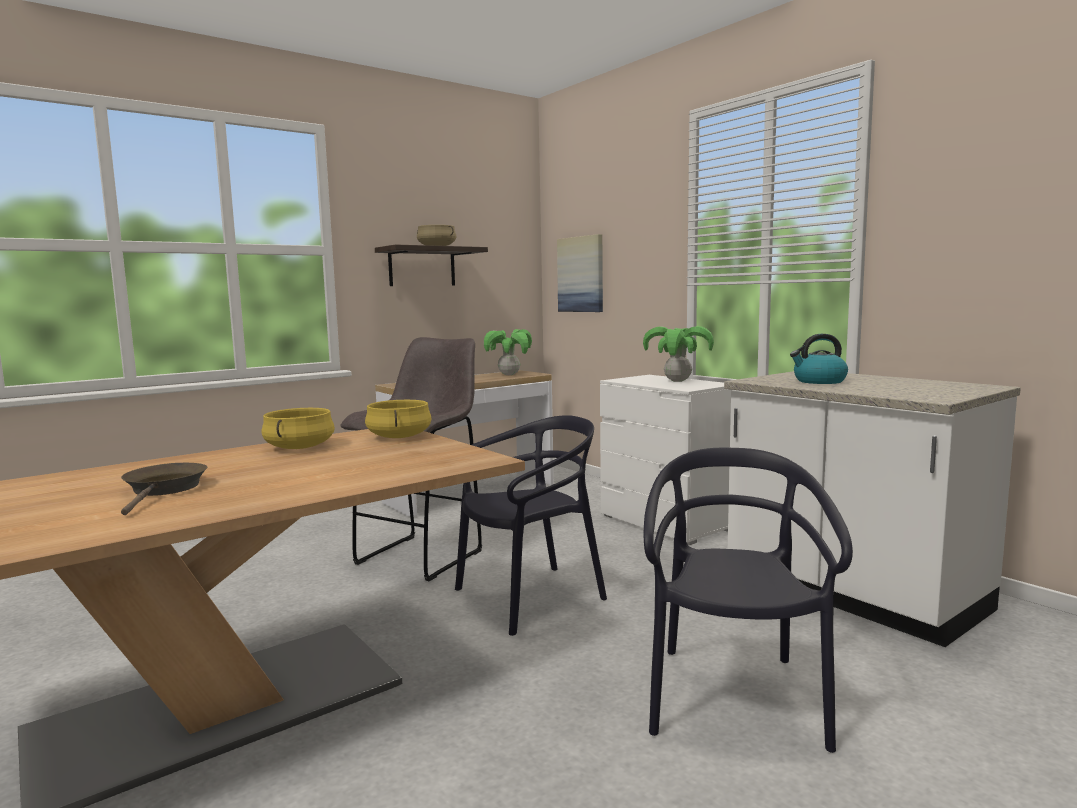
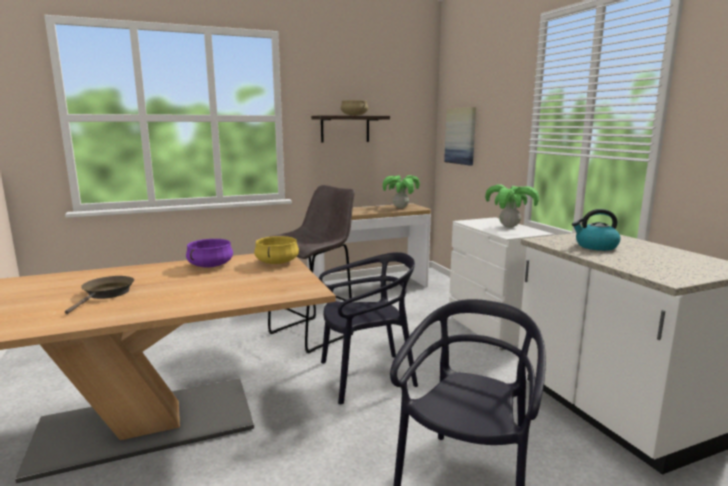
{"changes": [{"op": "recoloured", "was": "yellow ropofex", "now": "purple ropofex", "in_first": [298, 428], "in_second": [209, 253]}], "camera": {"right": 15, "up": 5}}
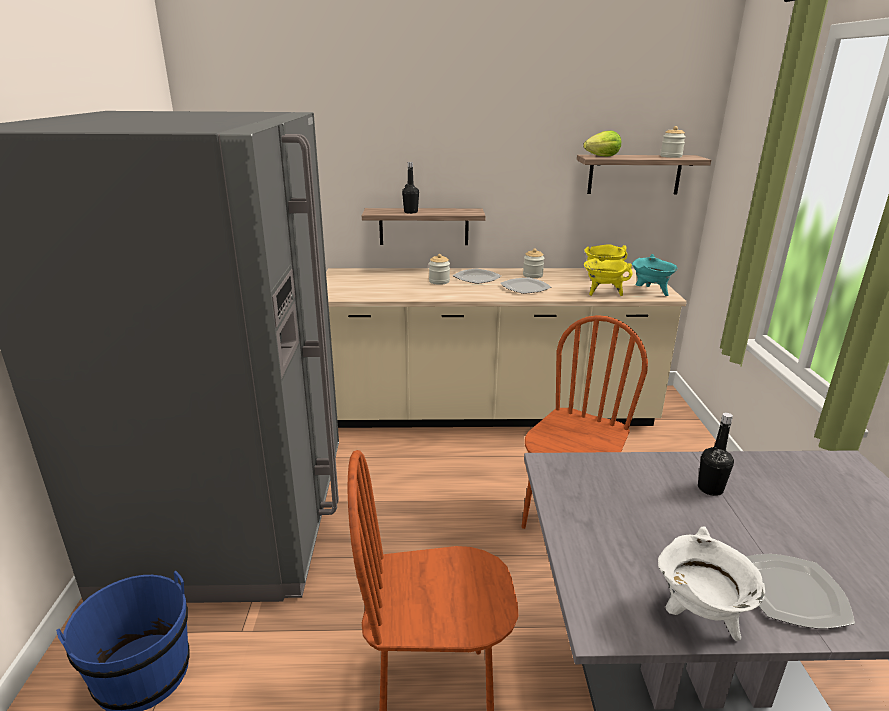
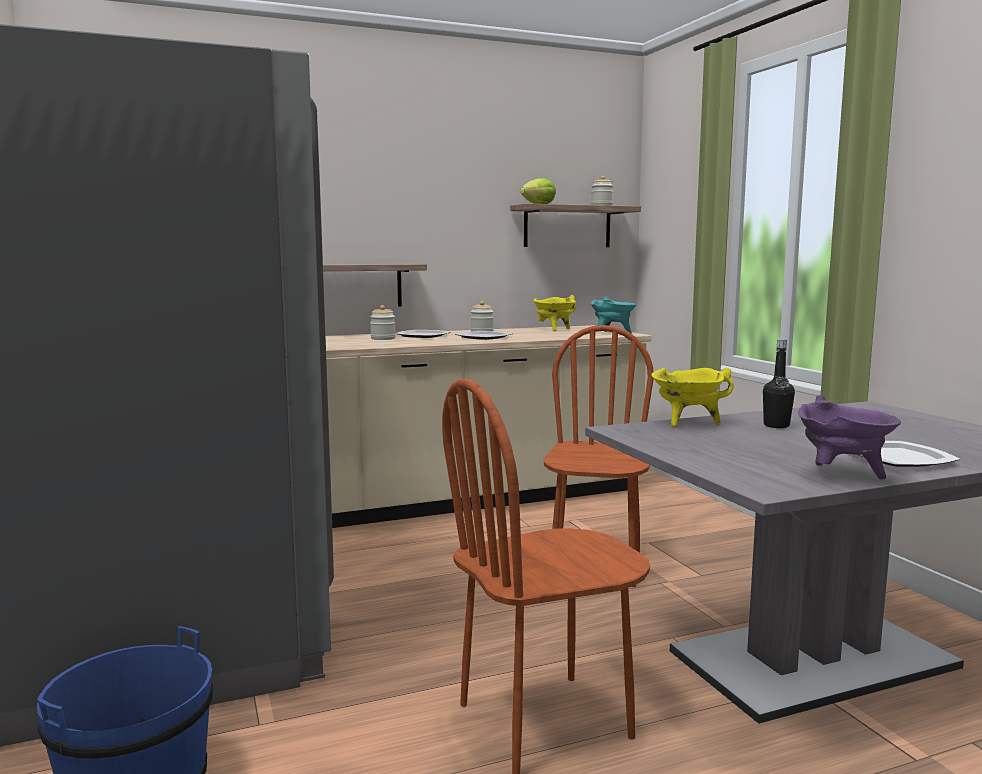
{"changes": [{"op": "moved", "was": "yellow ropofex", "in_first": [608, 277], "in_second": [692, 397]}, {"op": "recoloured", "was": "white ropofex", "now": "purple ropofex", "in_first": [711, 583], "in_second": [849, 437]}, {"op": "removed", "was": "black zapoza", "in_first": [410, 188]}], "camera": {"right": -20, "up": -15}}
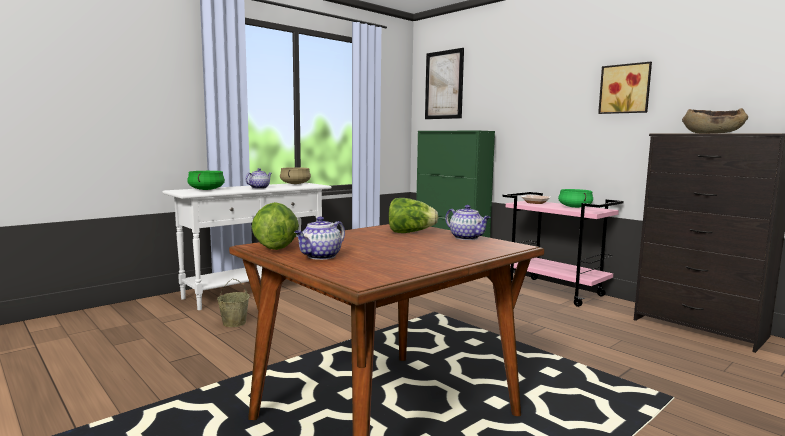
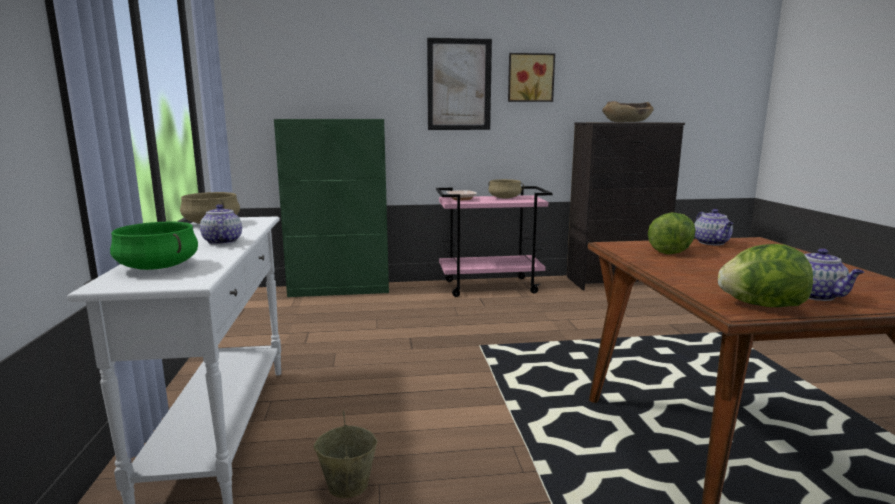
{"changes": [{"op": "moved", "was": "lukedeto", "in_first": [444, 83], "in_second": [459, 84]}, {"op": "recoloured", "was": "green ropofex", "now": "beige ropofex", "in_first": [575, 198], "in_second": [506, 189]}, {"op": "turned", "was": "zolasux", "in_first": [468, 222], "in_second": [713, 227], "clockwise": 90}], "camera": {"right": -55, "up": 5}}
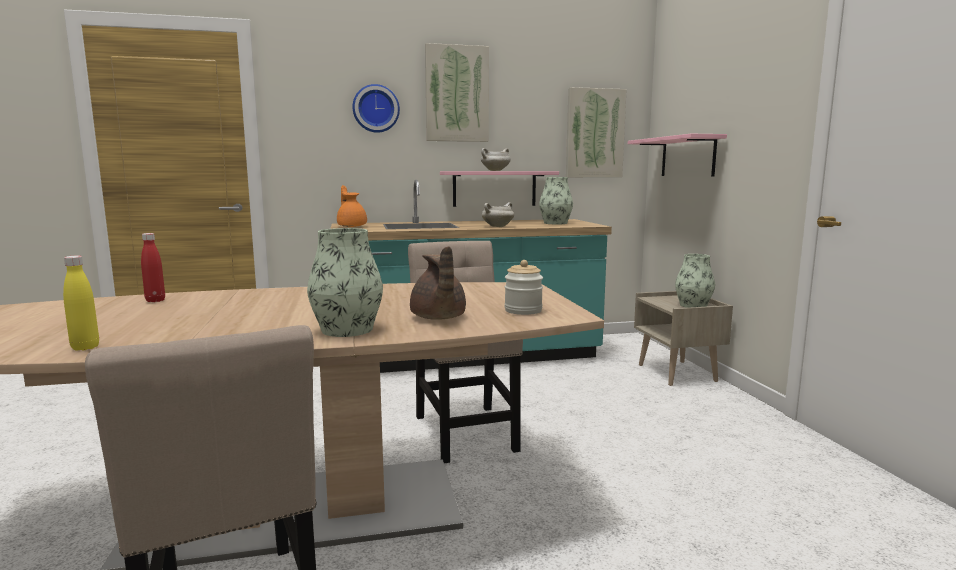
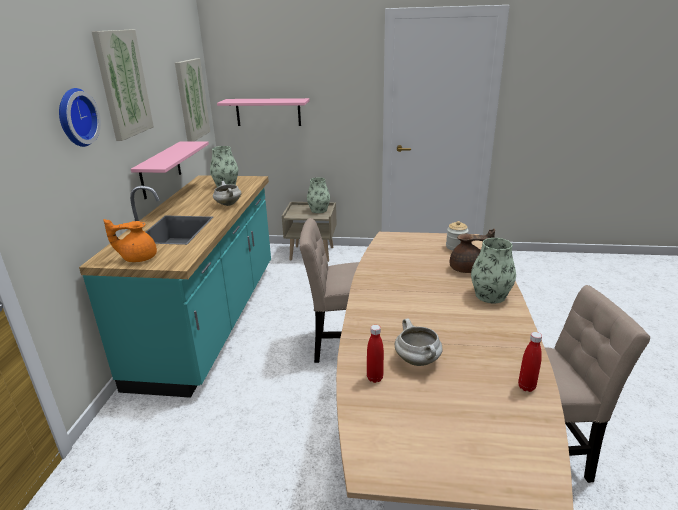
{"changes": [{"op": "moved", "was": "white ropofex", "in_first": [496, 159], "in_second": [419, 342]}, {"op": "recoloured", "was": "yellow zapoza", "now": "red zapoza", "in_first": [81, 303], "in_second": [530, 362]}], "camera": {"right": -70, "up": 15}}
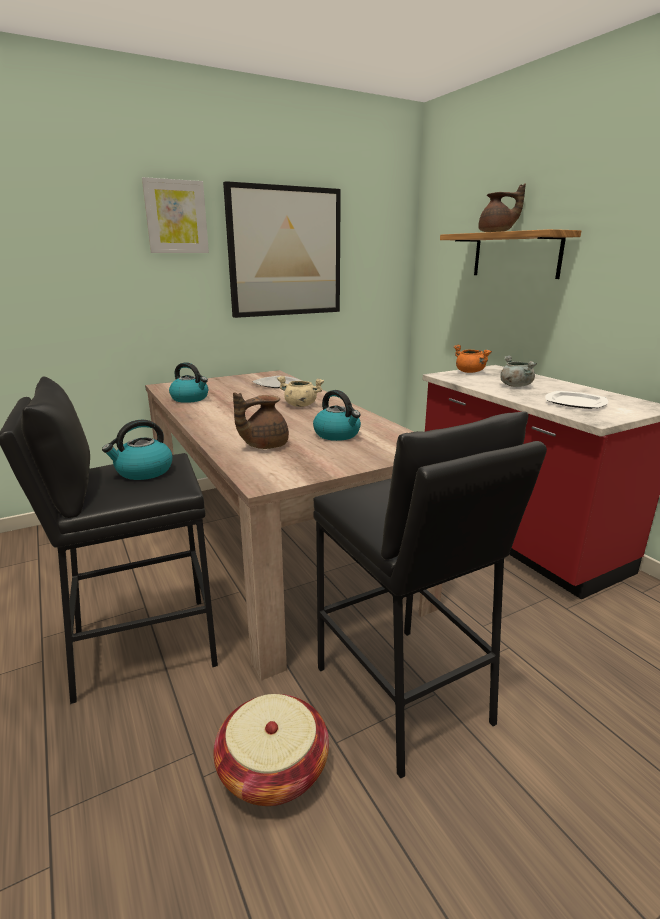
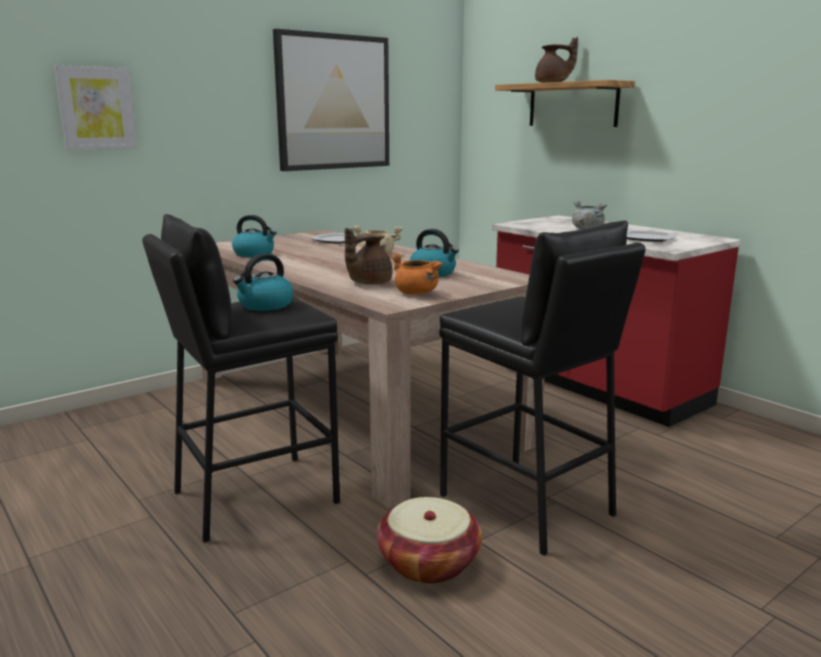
{"changes": [{"op": "moved", "was": "lukedeto", "in_first": [175, 215], "in_second": [95, 107]}, {"op": "moved", "was": "orange ropofex", "in_first": [472, 359], "in_second": [416, 274]}], "camera": {"right": -10, "up": -5}}
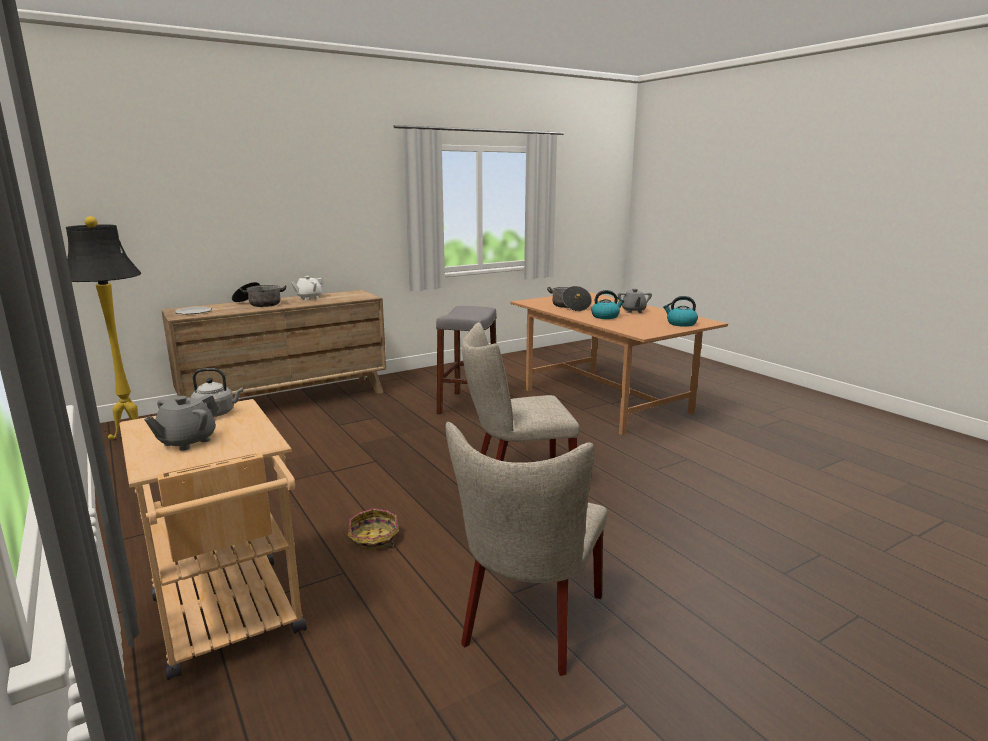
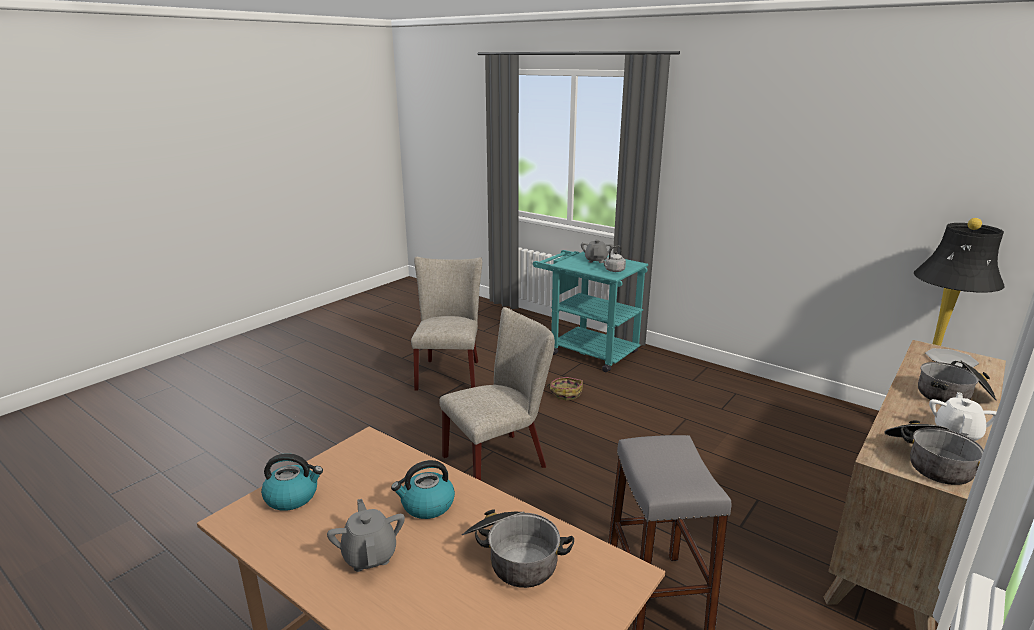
{"changes": [{"op": "recoloured", "was": "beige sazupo", "now": "turquoise sazupo", "in_first": [213, 539], "in_second": [590, 311]}, {"op": "added", "now": "ropofex", "in_second": [934, 452]}], "camera": {"right": 160, "up": 5}}
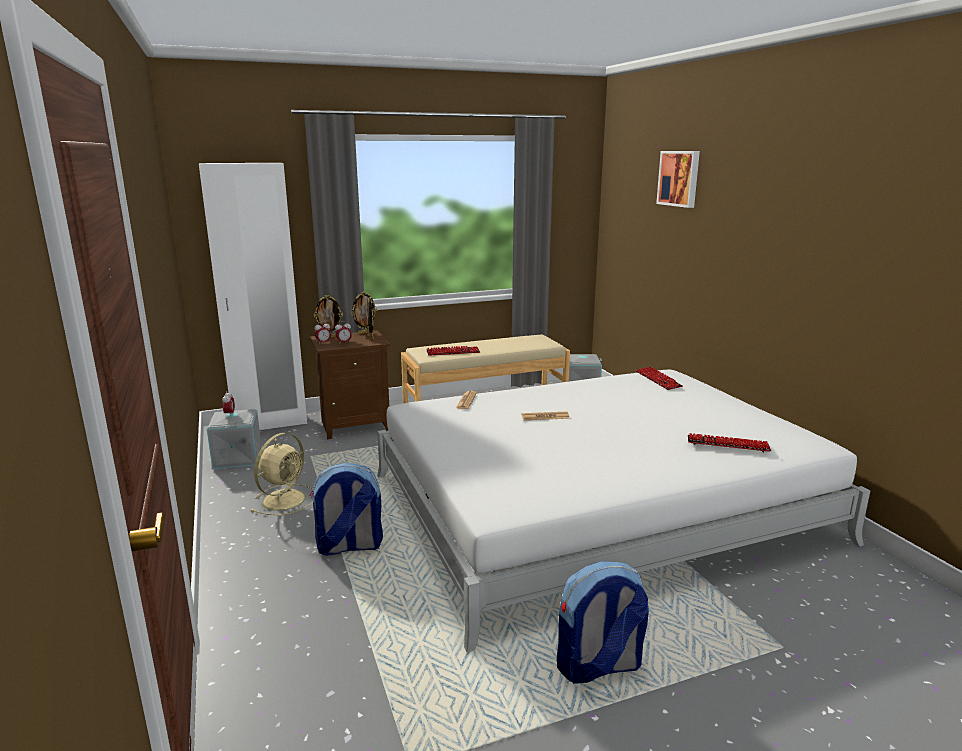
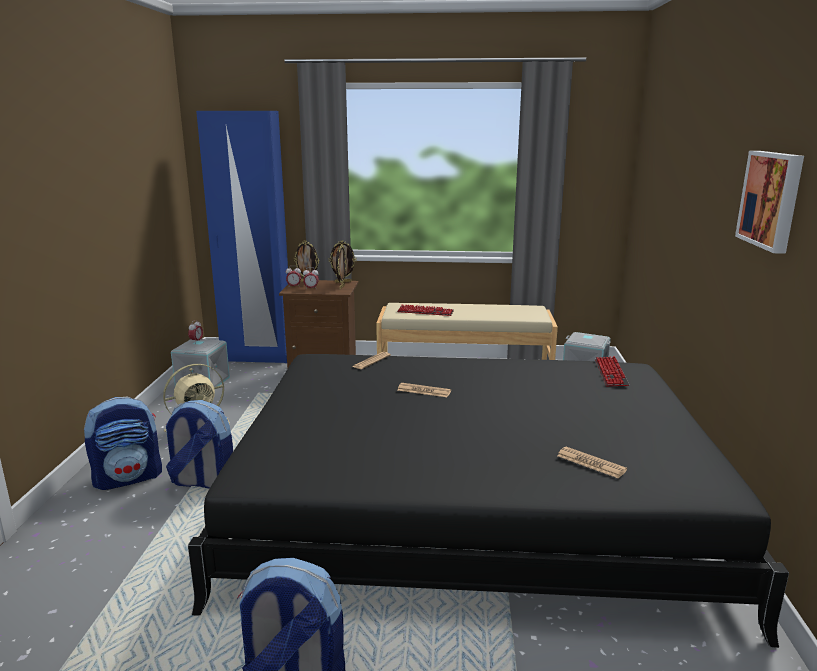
{"changes": [{"op": "added", "now": "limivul", "in_second": [123, 443]}, {"op": "recoloured", "was": "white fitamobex", "now": "black fitamobex", "in_first": [623, 511], "in_second": [488, 501]}, {"op": "recoloured", "was": "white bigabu", "now": "blue bigabu", "in_first": [253, 296], "in_second": [242, 237]}, {"op": "replaced", "was": "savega", "now": "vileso", "in_first": [729, 442], "in_second": [592, 463]}, {"op": "moved", "was": "lukedeto", "in_first": [678, 179], "in_second": [769, 202]}], "camera": {"right": 25, "up": 0}}
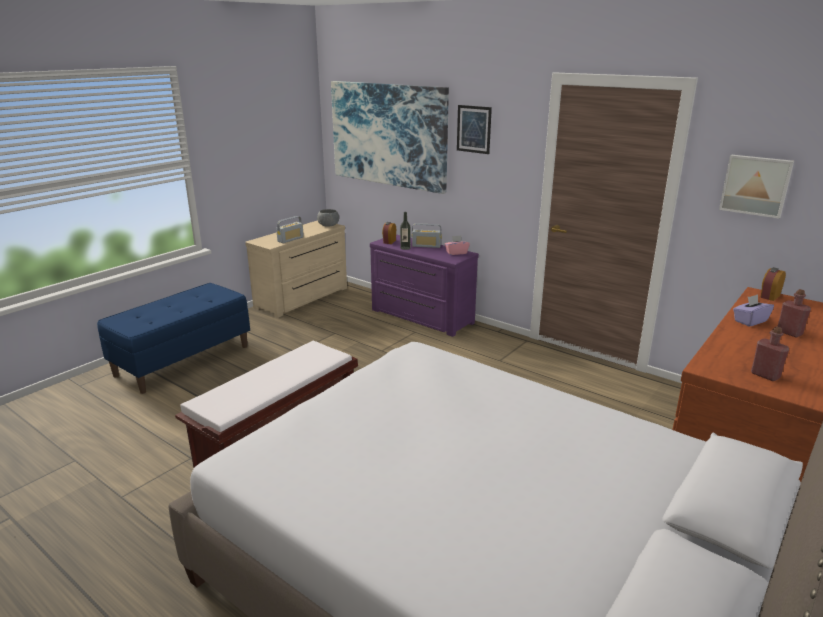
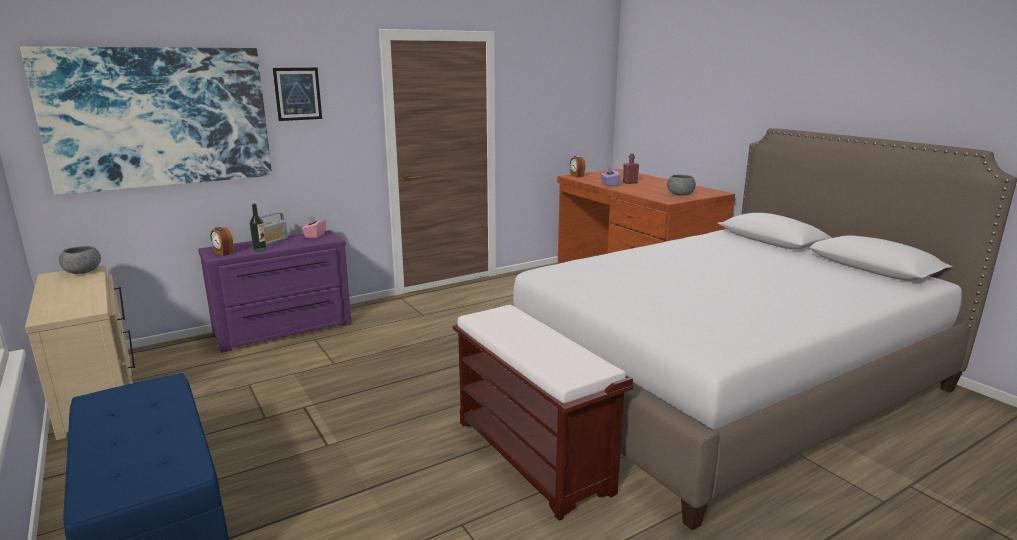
{"changes": [{"op": "replaced", "was": "red zapoza", "now": "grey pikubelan", "in_first": [770, 353], "in_second": [681, 184]}, {"op": "removed", "was": "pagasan", "in_first": [290, 229]}, {"op": "removed", "was": "lukedeto", "in_first": [756, 187]}], "camera": {"right": -70, "up": -5}}
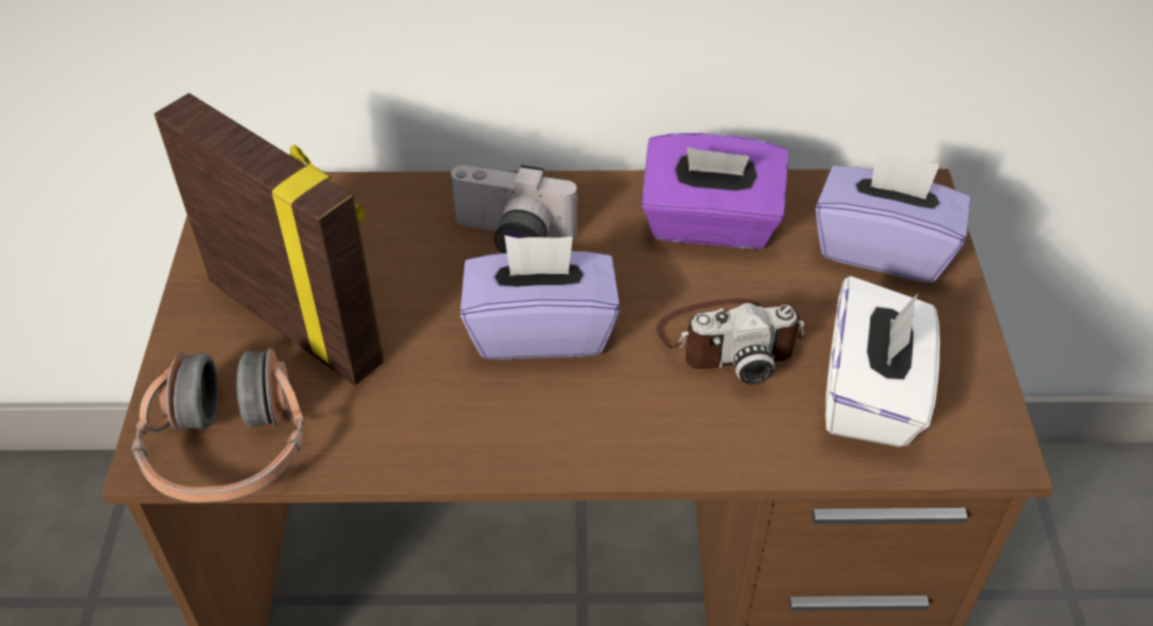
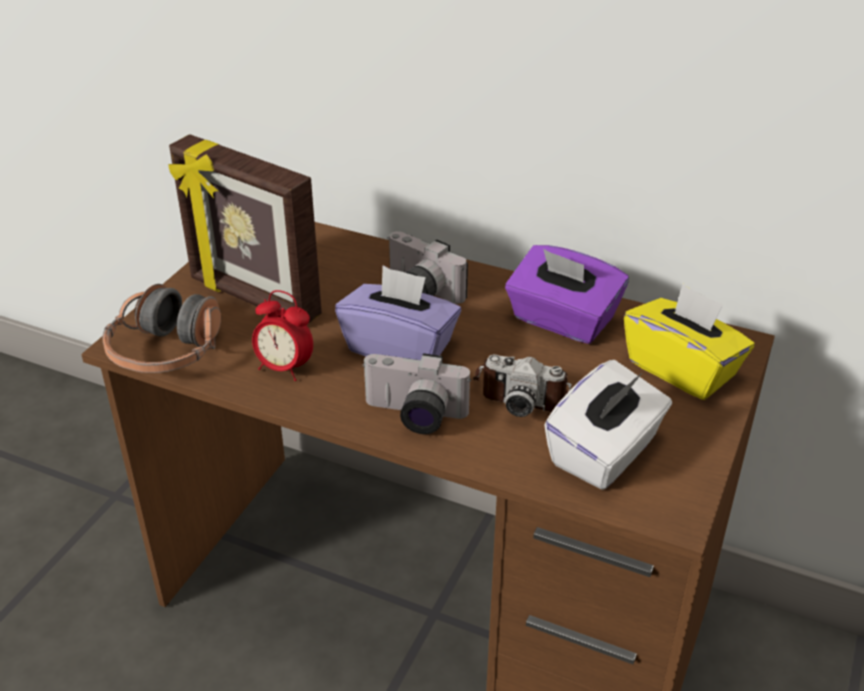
{"changes": [{"op": "turned", "was": "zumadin", "in_first": [269, 239], "in_second": [245, 229], "clockwise": 150}, {"op": "added", "now": "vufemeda", "in_second": [282, 335]}, {"op": "added", "now": "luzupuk", "in_second": [416, 393]}, {"op": "recoloured", "was": "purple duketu", "now": "yellow duketu", "in_first": [892, 215], "in_second": [689, 342]}], "camera": {"right": 25, "up": -10}}
